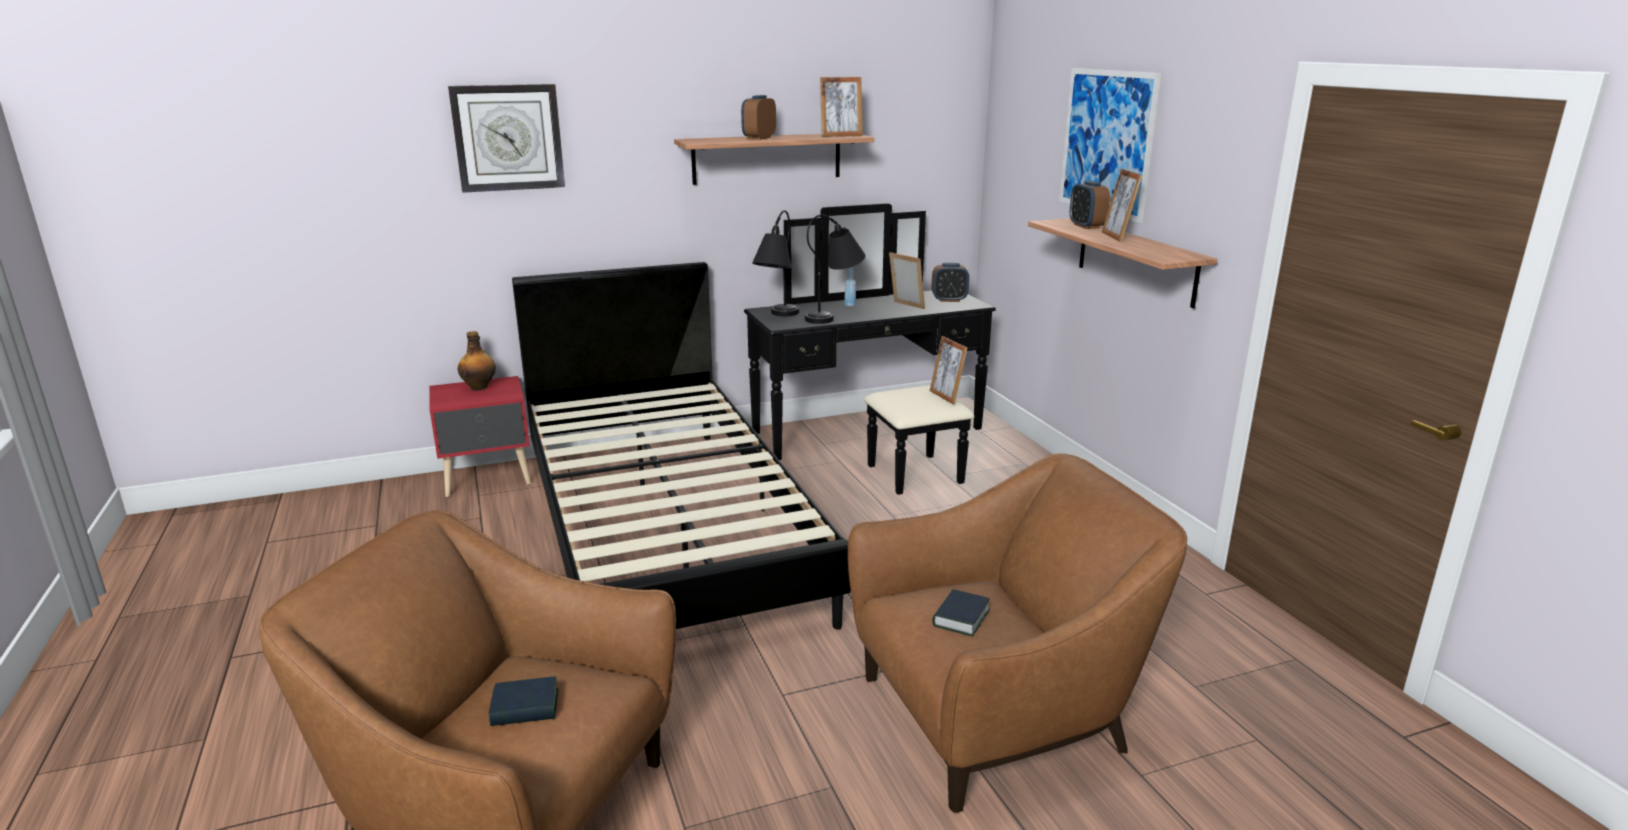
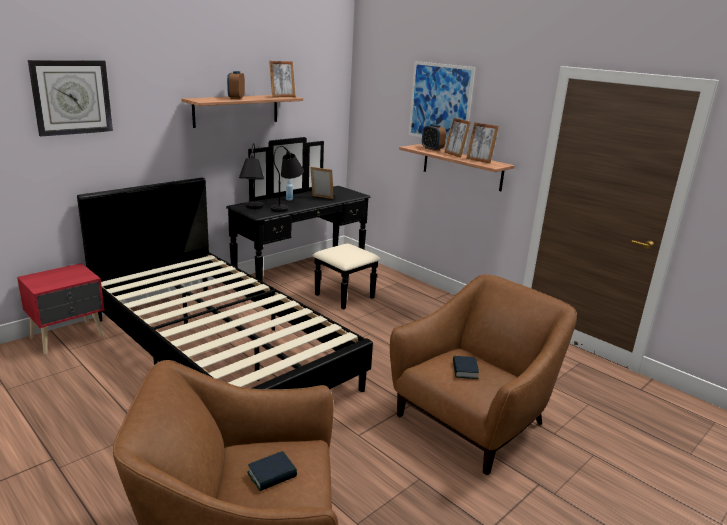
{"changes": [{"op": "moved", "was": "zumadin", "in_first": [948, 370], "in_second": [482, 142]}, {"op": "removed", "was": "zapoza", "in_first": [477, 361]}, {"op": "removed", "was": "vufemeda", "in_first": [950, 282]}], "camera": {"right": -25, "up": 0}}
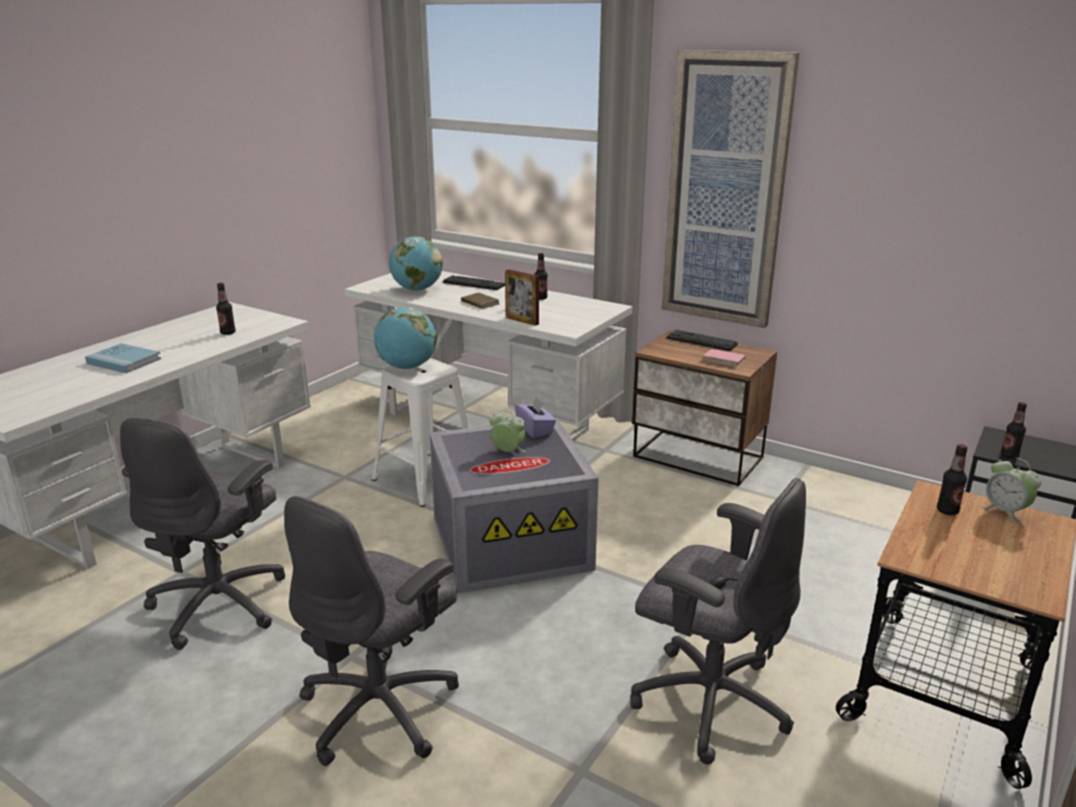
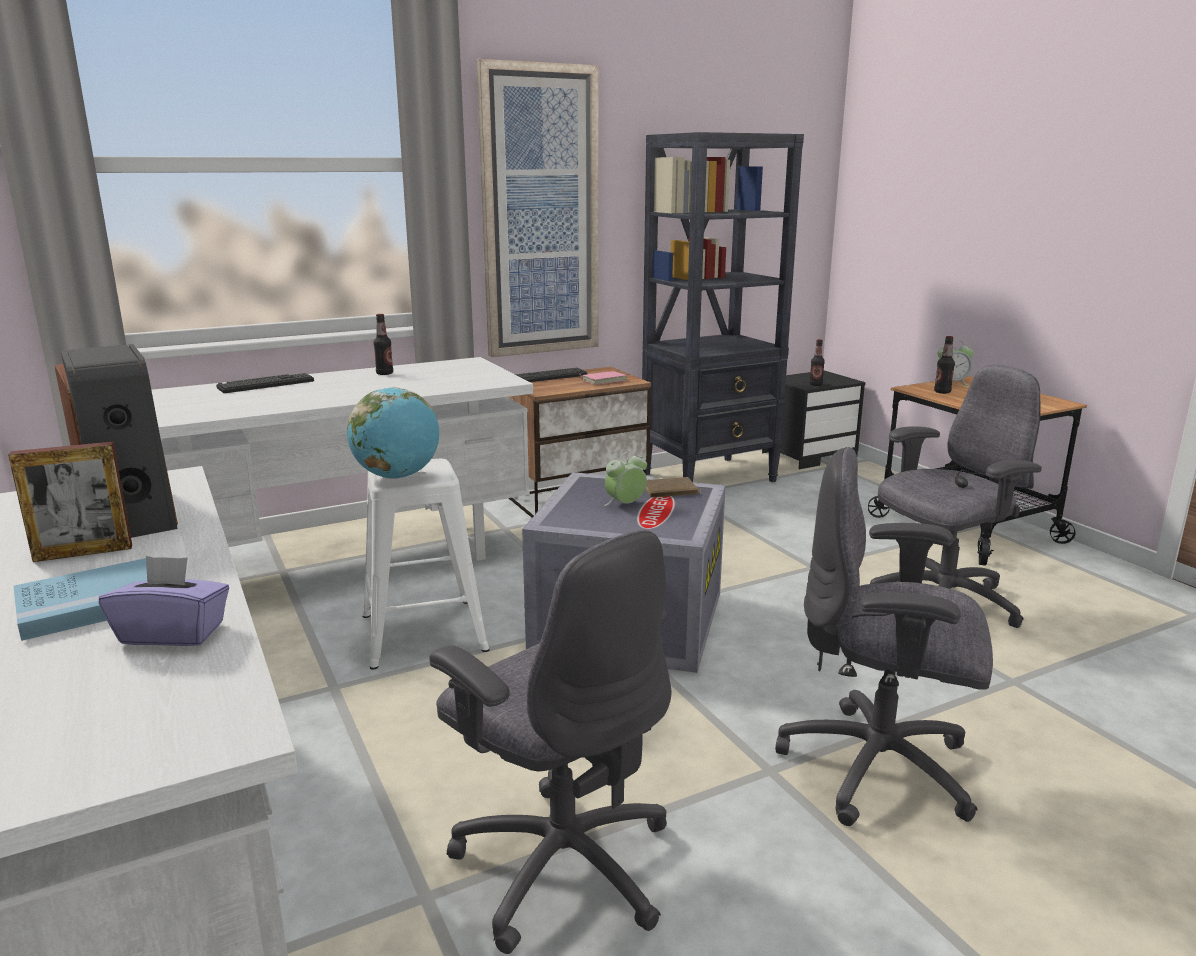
{"changes": [{"op": "moved", "was": "zumadin", "in_first": [522, 297], "in_second": [70, 502]}, {"op": "replaced", "was": "zapoza", "now": "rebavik", "in_first": [226, 309], "in_second": [116, 441]}, {"op": "moved", "was": "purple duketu", "in_first": [535, 417], "in_second": [164, 601]}, {"op": "added", "now": "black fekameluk", "in_second": [723, 307]}, {"op": "moved", "was": "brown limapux", "in_first": [480, 301], "in_second": [673, 487]}, {"op": "turned", "was": "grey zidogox", "in_first": [371, 631], "in_second": [884, 636], "clockwise": 135}, {"op": "removed", "was": "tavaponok", "in_first": [416, 263]}], "camera": {"right": -60, "up": -5}}
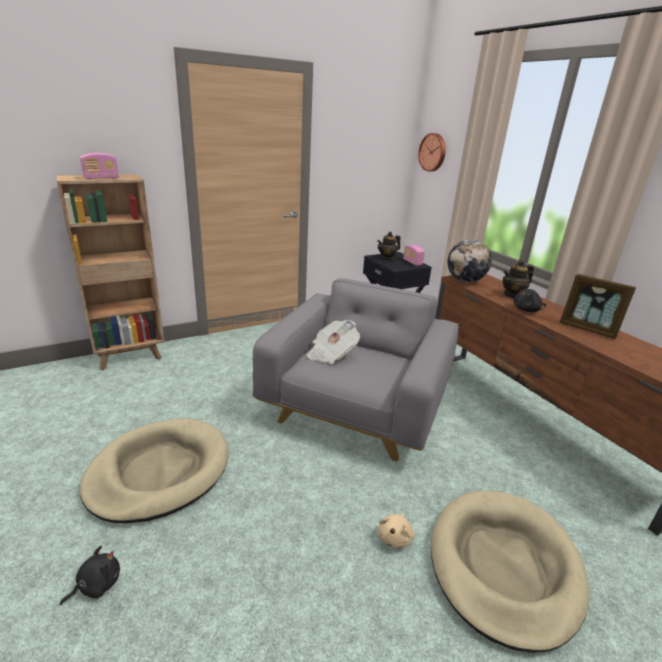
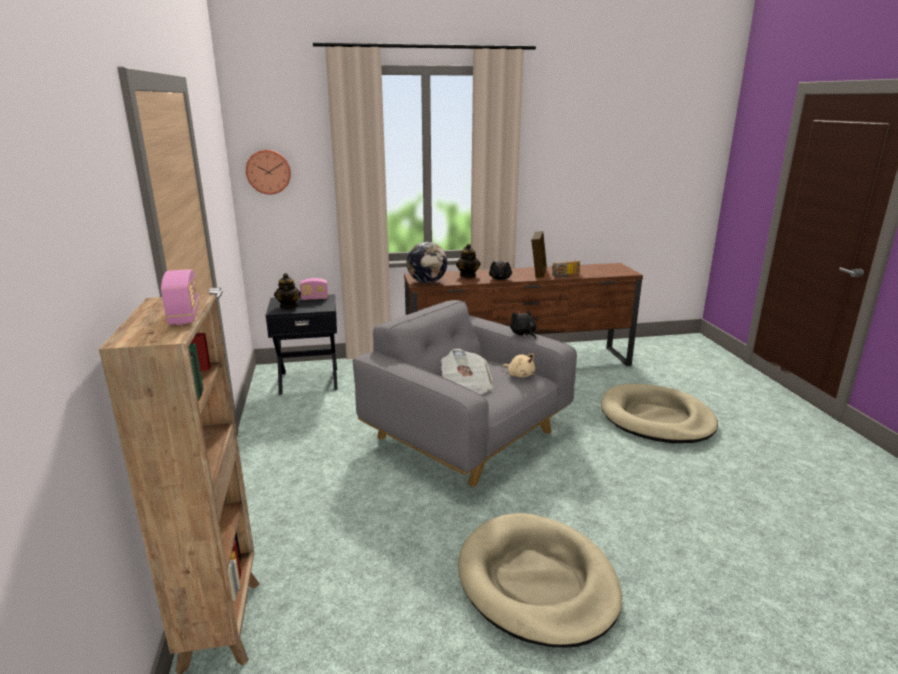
{"changes": [{"op": "moved", "was": "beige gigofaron", "in_first": [396, 530], "in_second": [518, 366]}, {"op": "moved", "was": "black gigofaron", "in_first": [90, 575], "in_second": [523, 324]}, {"op": "turned", "was": "zumadin", "in_first": [598, 306], "in_second": [539, 254], "clockwise": -45}, {"op": "added", "now": "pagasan", "in_second": [566, 269]}], "camera": {"right": -70, "up": -5}}
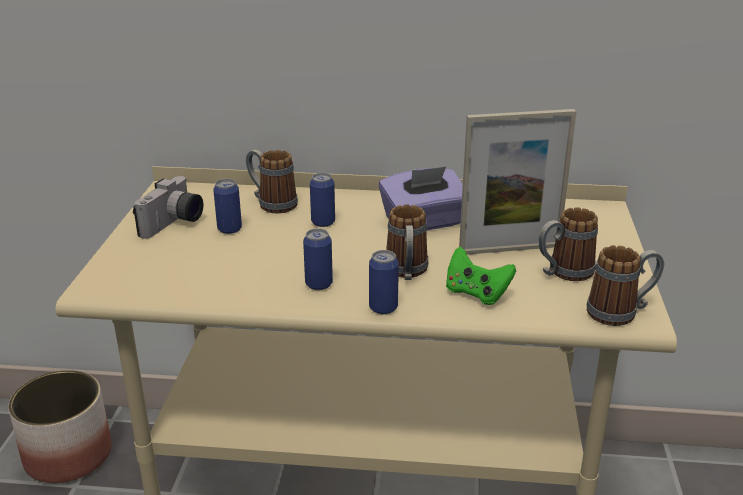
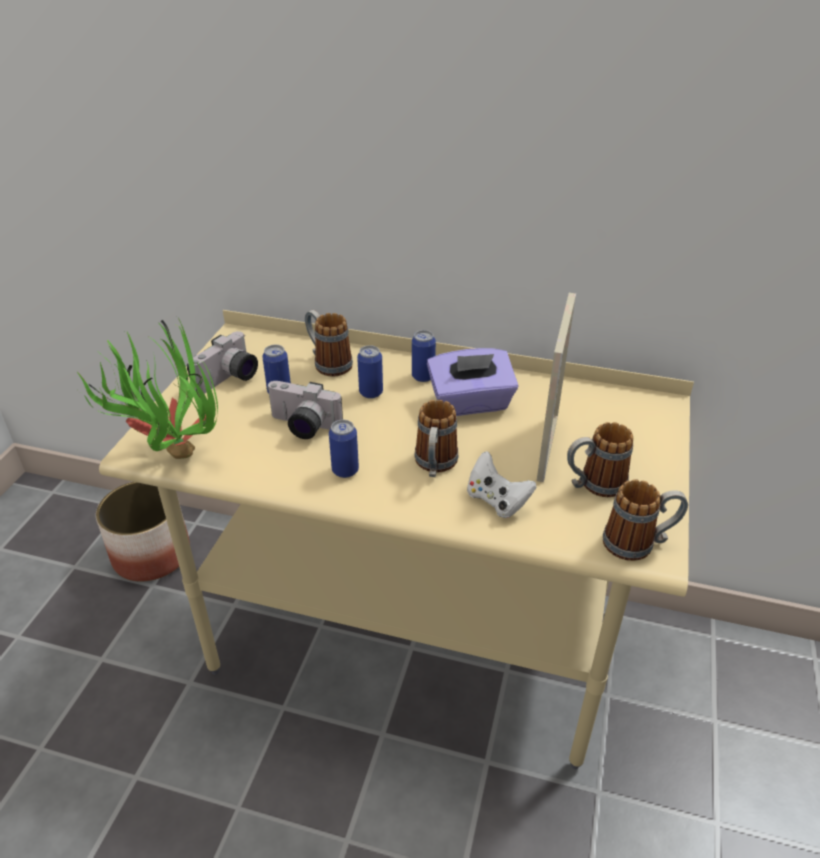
{"changes": [{"op": "added", "now": "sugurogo", "in_second": [147, 387]}, {"op": "added", "now": "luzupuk", "in_second": [304, 410]}, {"op": "moved", "was": "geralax", "in_first": [384, 282], "in_second": [424, 356]}, {"op": "recoloured", "was": "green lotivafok", "now": "white lotivafok", "in_first": [481, 276], "in_second": [501, 484]}, {"op": "turned", "was": "zumadin", "in_first": [518, 182], "in_second": [556, 387], "clockwise": -75}], "camera": {"right": 10, "up": 10}}
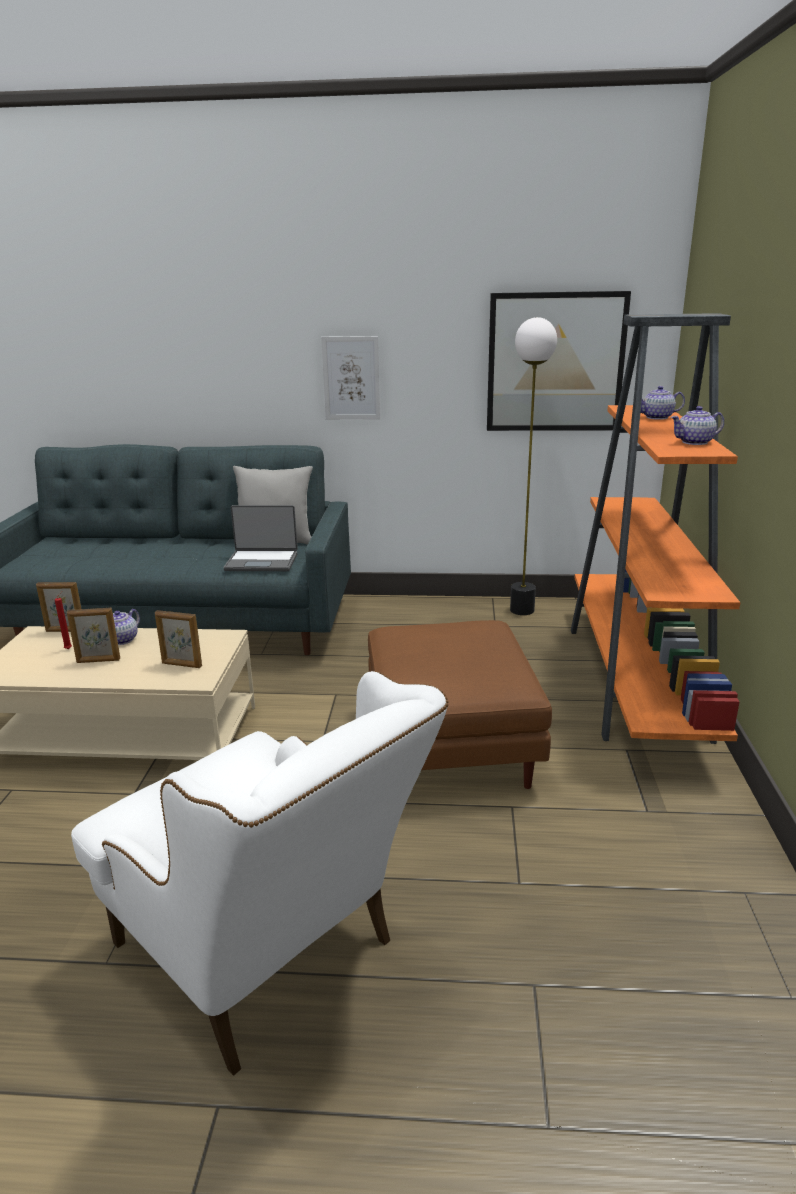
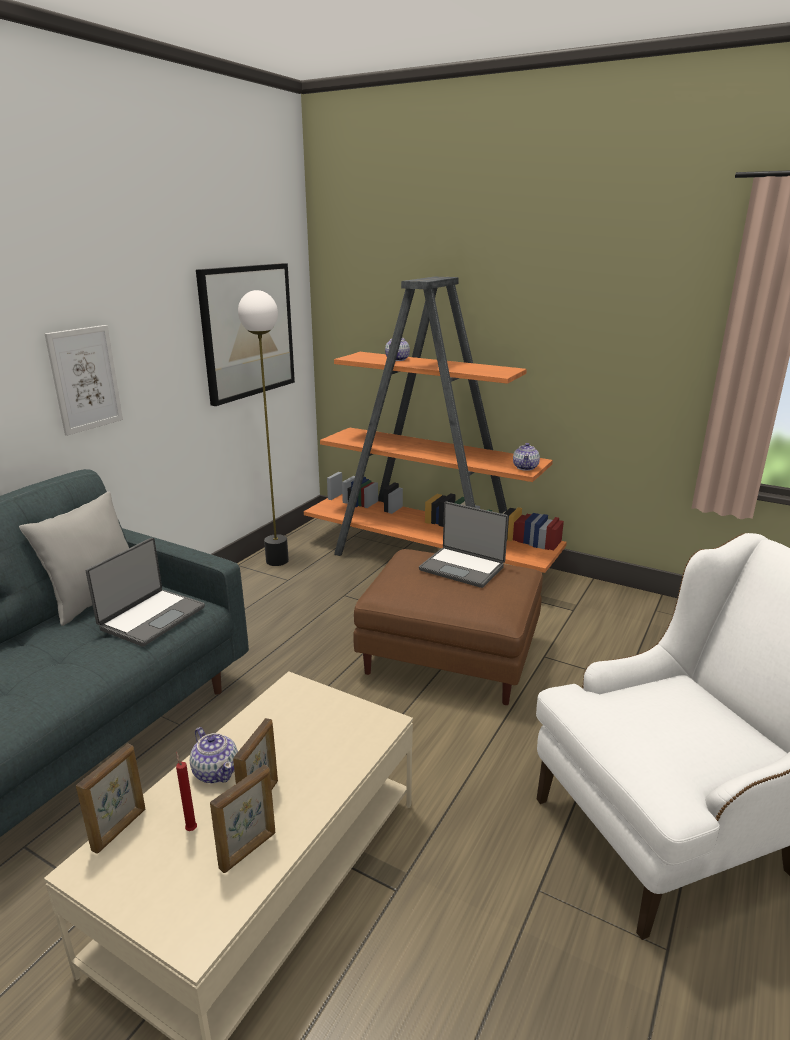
{"changes": [{"op": "moved", "was": "zumadin", "in_first": [178, 639], "in_second": [242, 818]}, {"op": "added", "now": "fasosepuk", "in_second": [463, 544]}, {"op": "moved", "was": "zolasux", "in_first": [697, 425], "in_second": [526, 457]}], "camera": {"right": -65, "up": 0}}
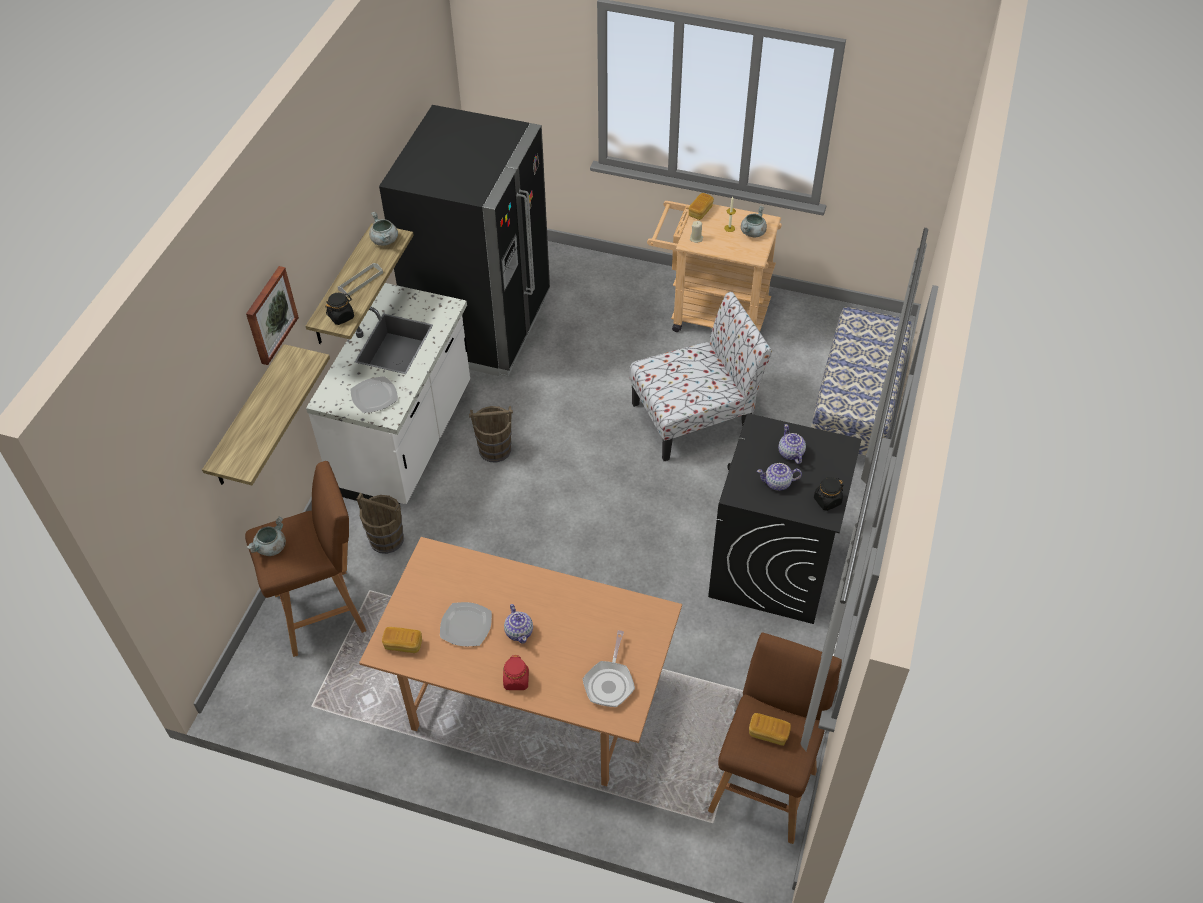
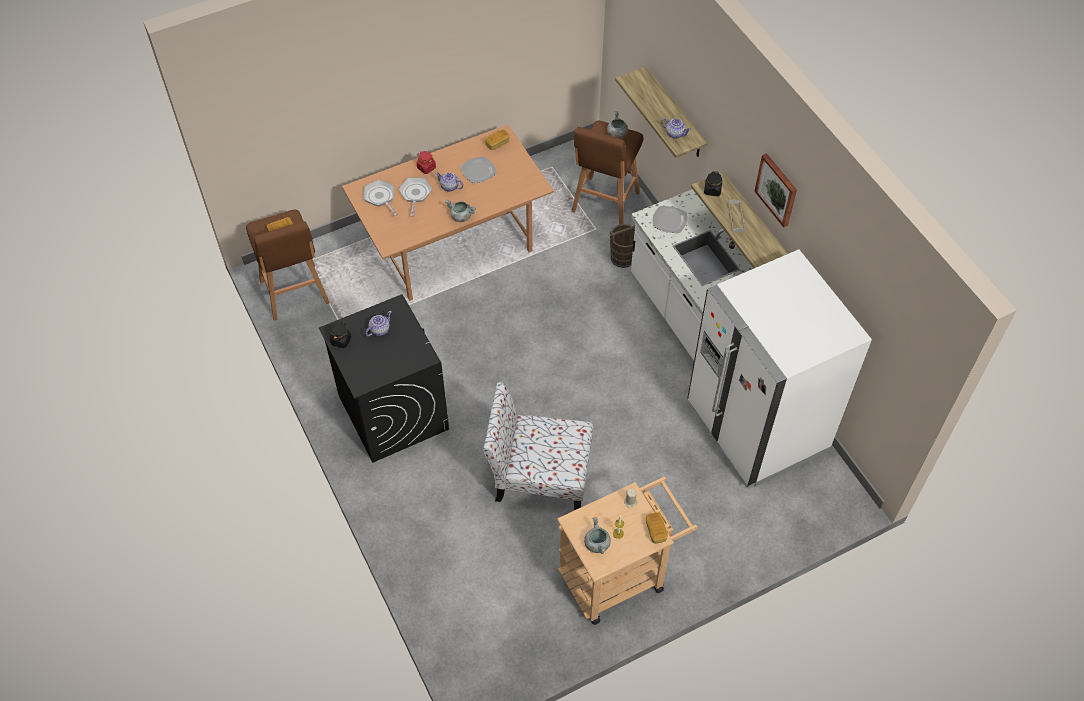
{"changes": [{"op": "added", "now": "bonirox", "in_second": [415, 197]}, {"op": "moved", "was": "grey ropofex", "in_first": [383, 229], "in_second": [460, 211]}, {"op": "turned", "was": "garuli", "in_first": [701, 376], "in_second": [538, 446], "clockwise": 75}, {"op": "moved", "was": "zolasux", "in_first": [792, 444], "in_second": [676, 128]}, {"op": "recoloured", "was": "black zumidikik", "now": "white zumidikik", "in_first": [464, 241], "in_second": [779, 369]}, {"op": "moved", "was": "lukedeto", "in_first": [272, 315], "in_second": [775, 190]}, {"op": "removed", "was": "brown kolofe", "in_first": [491, 434]}, {"op": "removed", "was": "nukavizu", "in_first": [861, 381]}], "camera": {"right": 135, "up": 5}}
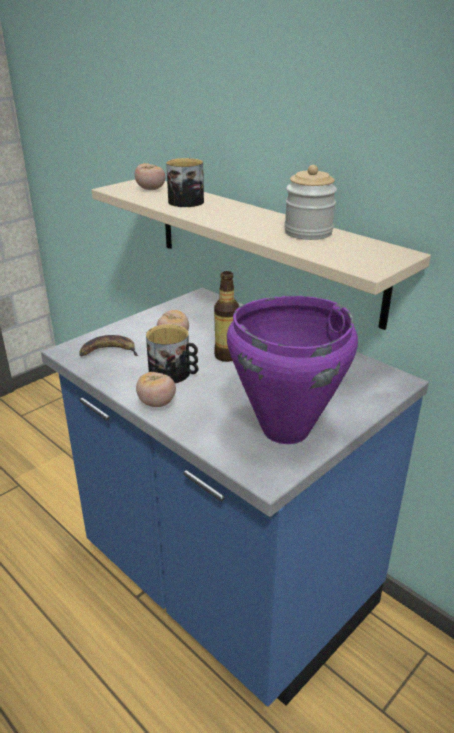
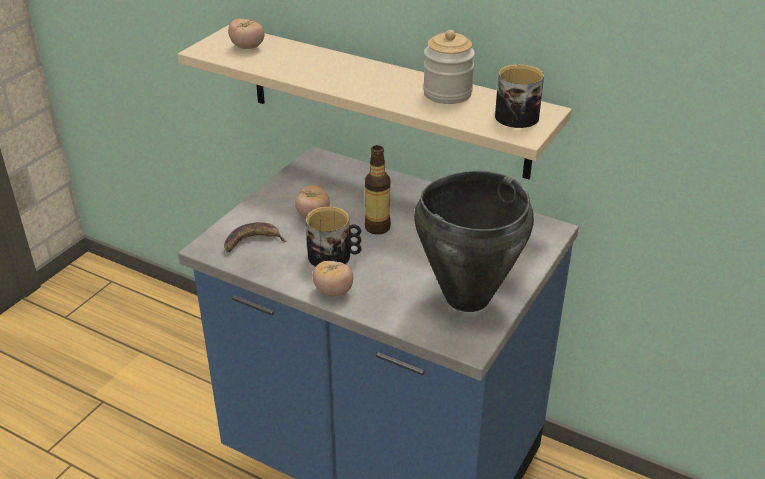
{"changes": [{"op": "recoloured", "was": "purple ropofex", "now": "black ropofex", "in_first": [292, 370], "in_second": [474, 241]}, {"op": "moved", "was": "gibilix", "in_first": [185, 182], "in_second": [519, 96]}], "camera": {"right": -15, "up": 5}}
